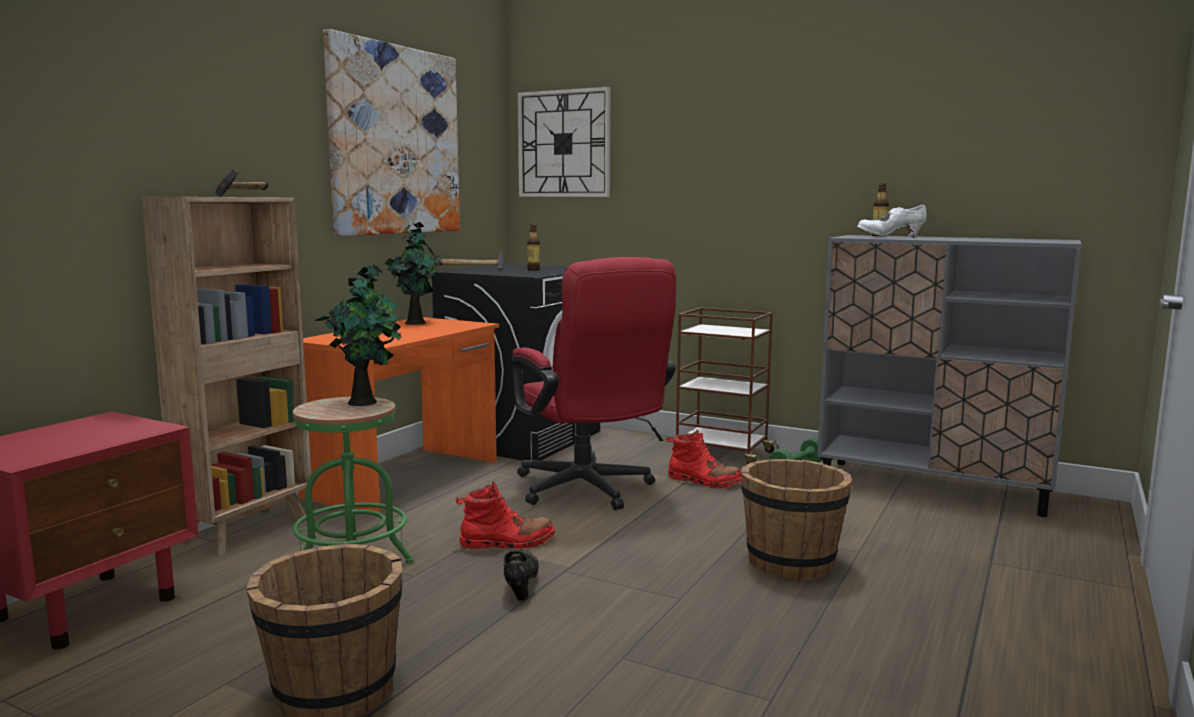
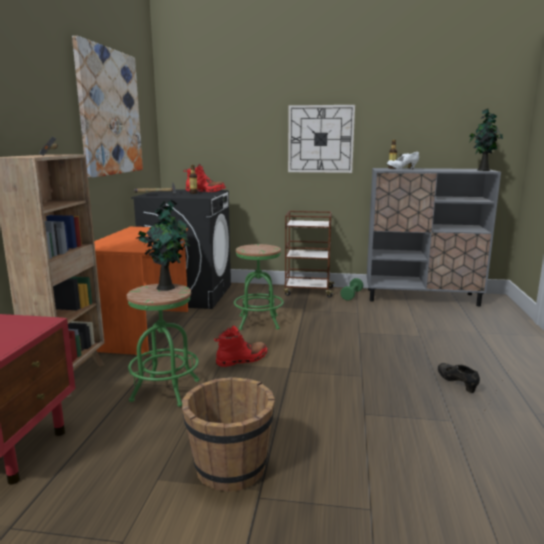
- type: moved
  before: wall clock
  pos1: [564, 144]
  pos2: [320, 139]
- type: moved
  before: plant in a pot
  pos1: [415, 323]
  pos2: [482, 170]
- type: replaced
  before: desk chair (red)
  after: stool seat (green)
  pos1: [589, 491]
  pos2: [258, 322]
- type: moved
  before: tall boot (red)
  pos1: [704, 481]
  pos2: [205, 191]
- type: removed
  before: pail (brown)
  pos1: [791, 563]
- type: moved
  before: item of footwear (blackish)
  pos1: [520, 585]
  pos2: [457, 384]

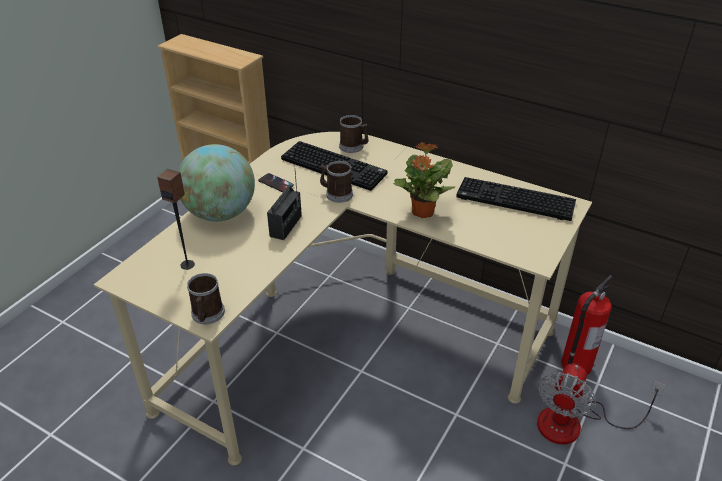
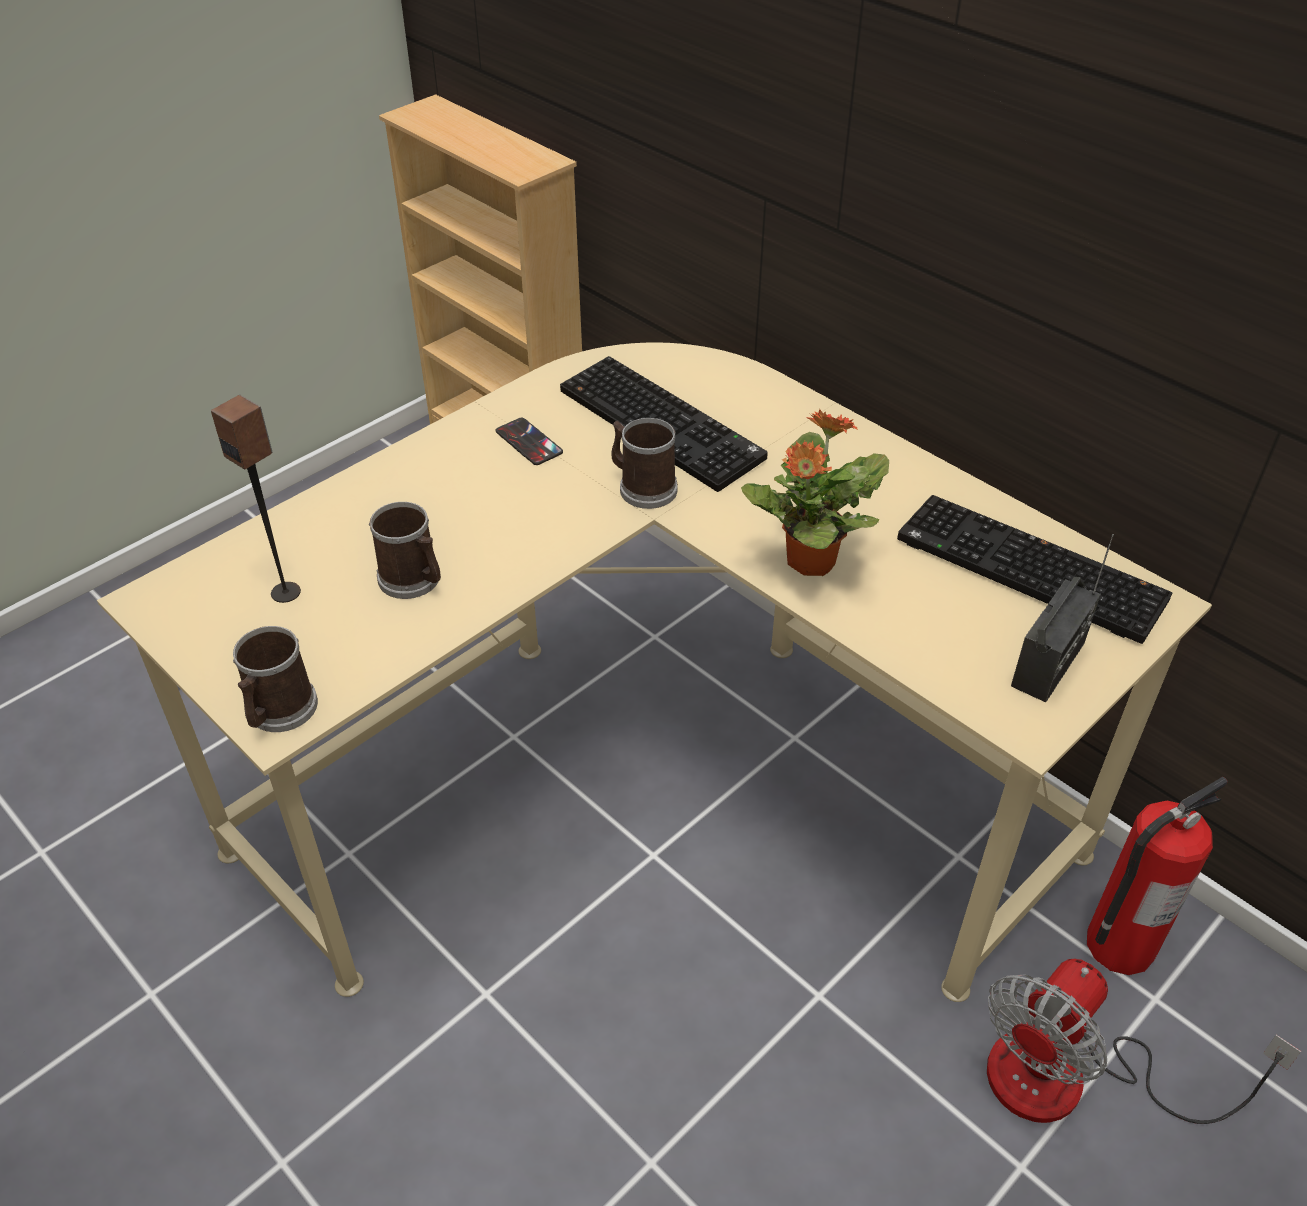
- type: moved
  before: coffee mug
  pos1: [354, 147]
  pos2: [414, 580]
- type: removed
  before: desk globe
  pos1: [220, 213]
- type: moved
  before: radio
  pos1: [286, 226]
  pos2: [1048, 665]

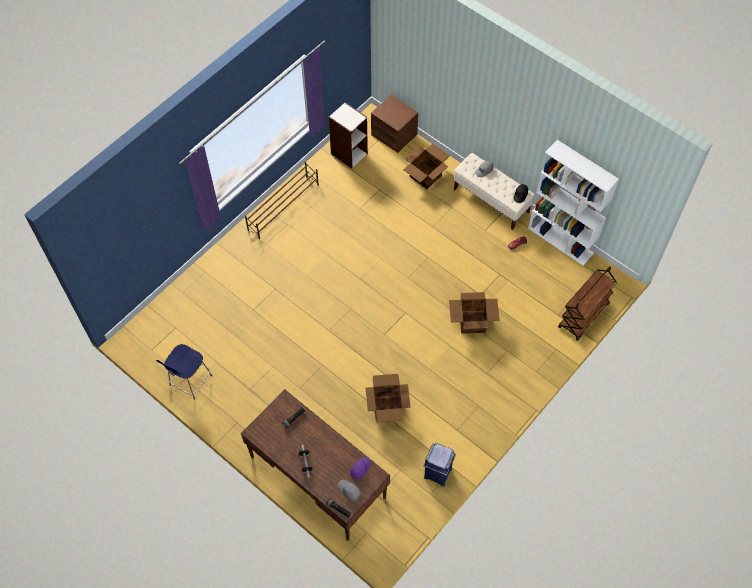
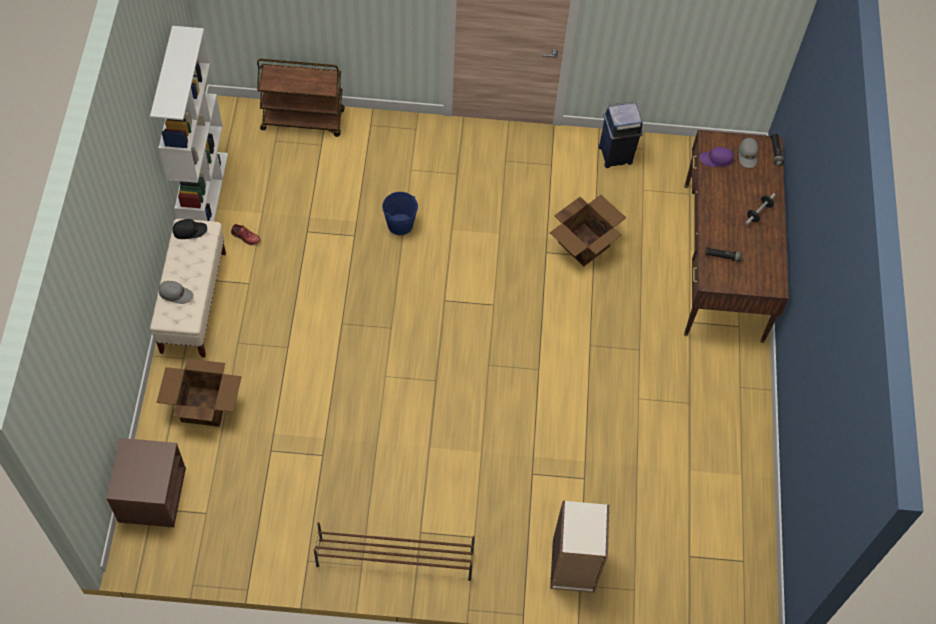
- type: moved
  before: bookshelf
  pos1: [348, 153]
  pos2: [573, 567]
- type: replaced
  before: carton
  after: pail (bluish)
  pos1: [472, 321]
  pos2: [400, 224]
- type: removed
  before: stool seat (bluish)
  pos1: [189, 381]

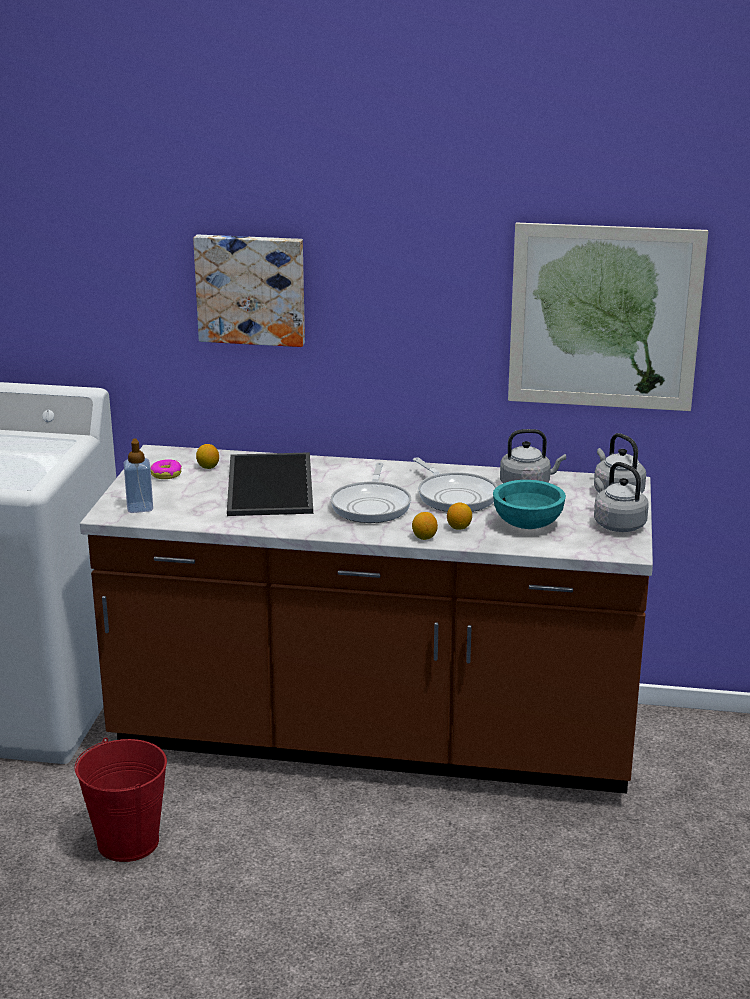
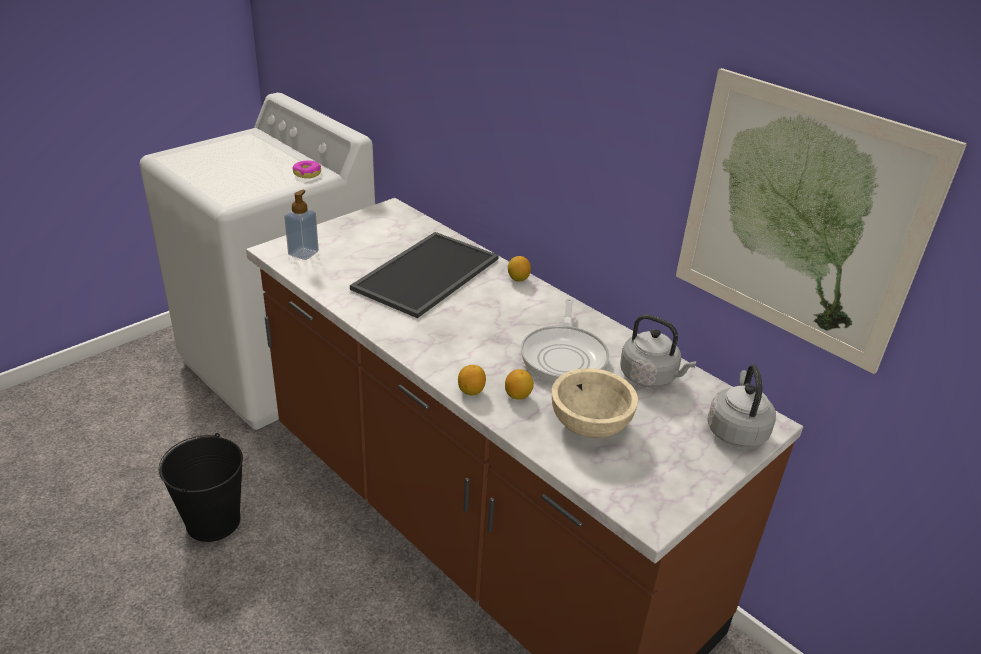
- type: removed
  before: wall picture
  pos1: [251, 289]
- type: moved
  before: lemon
  pos1: [208, 467]
  pos2: [518, 279]
- type: moved
  before: ring doughnut
  pos1: [166, 474]
  pos2: [307, 173]
- type: removed
  before: skillet
  pos1: [372, 505]
- type: removed
  before: water kettle (greyish)
  pos1: [617, 524]
- type: recoloured
  before: serving bowl (turquoise)
  after: serving bowl (sand-coloured)
  pos1: [527, 523]
  pos2: [590, 424]
- type: recoloured
  before: pail (red)
  after: pail (blackish)
  pos1: [128, 842]
  pos2: [214, 521]

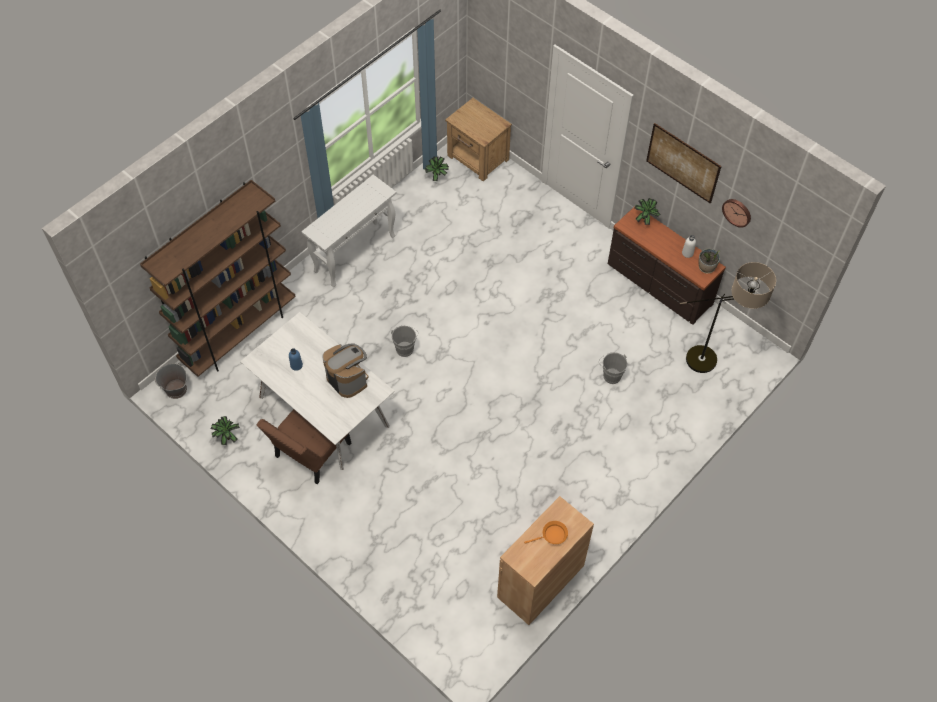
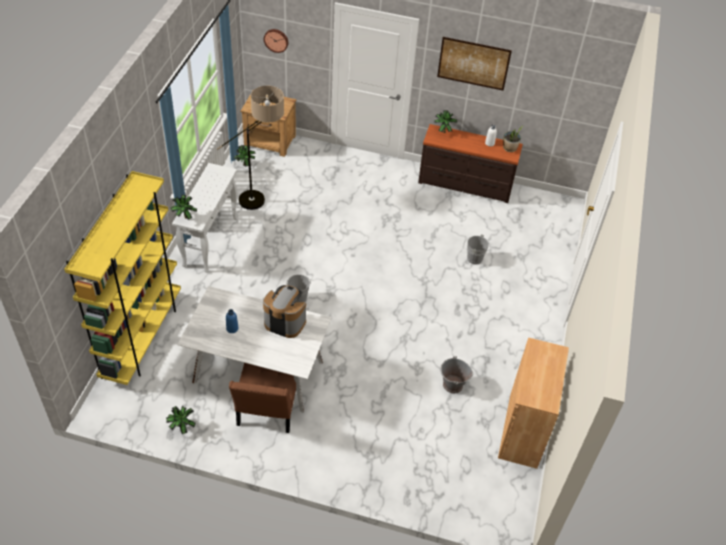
- type: recoloured
  before: bookshelf (brown)
  after: bookshelf (yellow-coloured)
  pos1: [239, 333]
  pos2: [142, 338]
- type: moved
  before: wall clock
  pos1: [737, 212]
  pos2: [276, 40]
- type: moved
  before: standard lamp
  pos1: [713, 364]
  pos2: [262, 200]
- type: moved
  before: pail (greyish)
  pos1: [176, 390]
  pos2: [452, 385]
- type: removed
  before: skillet (orange)
  pos1: [552, 535]
- type: added
  after: plant in a pot
  pos2: [183, 217]

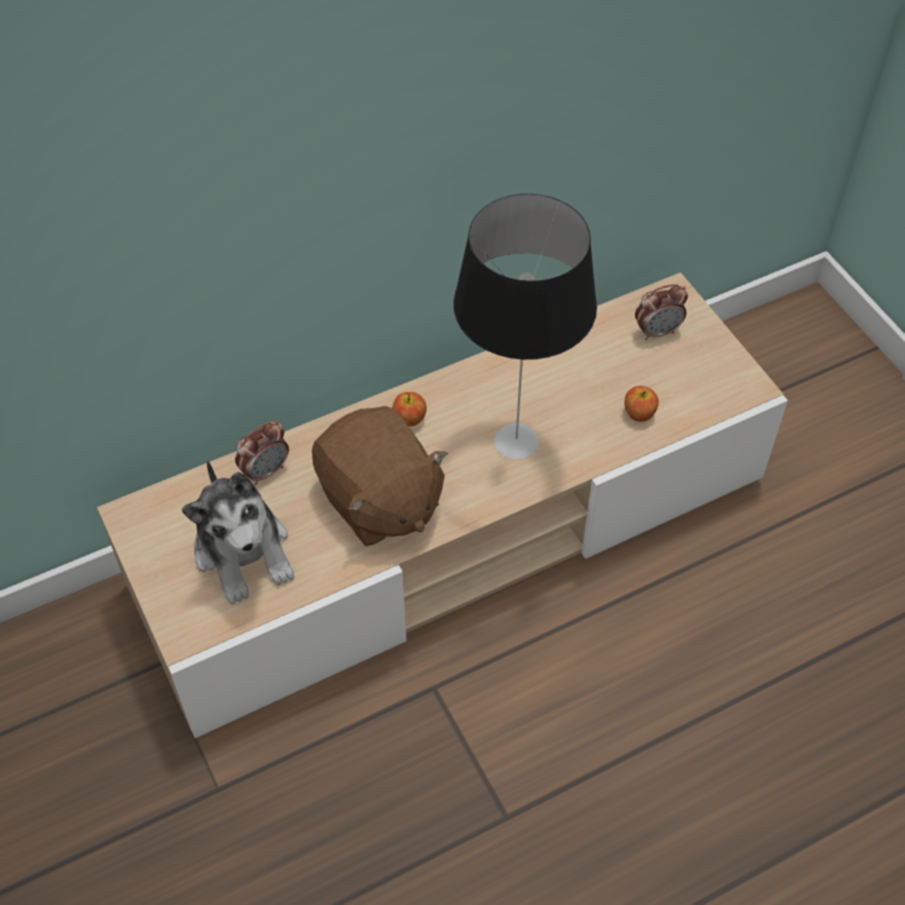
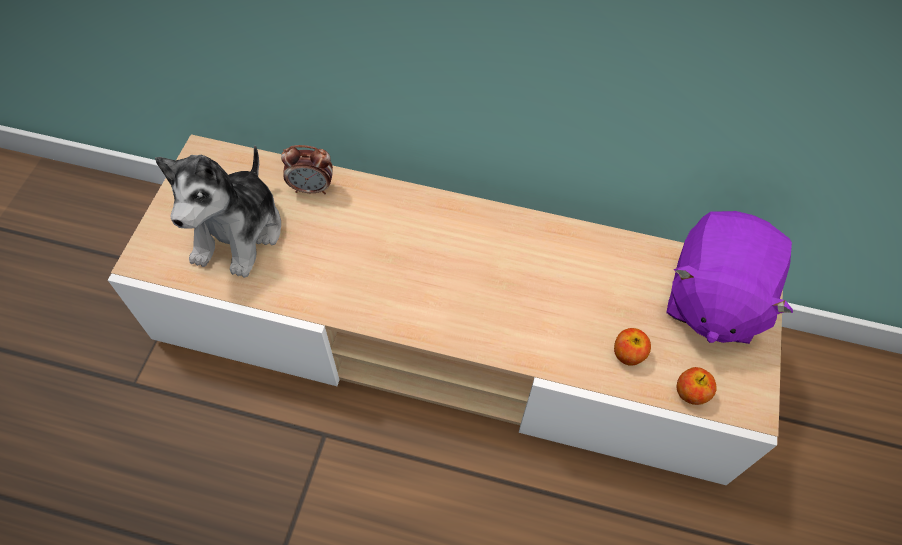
- type: removed
  before: table lamp
  pos1: [517, 442]
- type: replaced
  before: bedside clock
  after: soft toy (purplish)
  pos1: [657, 331]
  pos2: [712, 299]
- type: moved
  before: whole apple
  pos1: [409, 419]
  pos2: [691, 393]
- type: removed
  before: soft toy (brown)
  pos1: [379, 501]

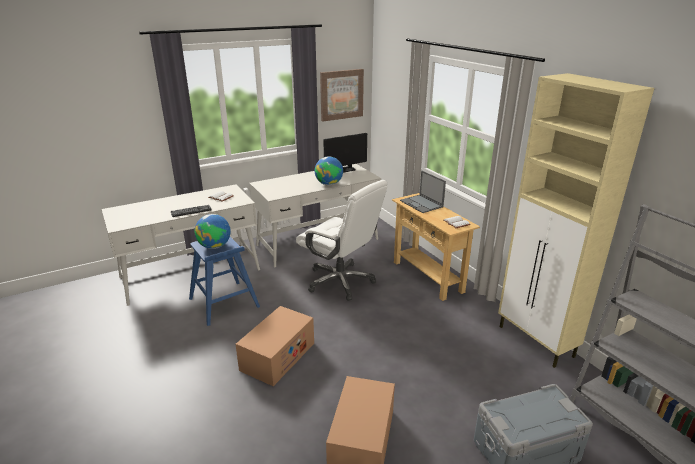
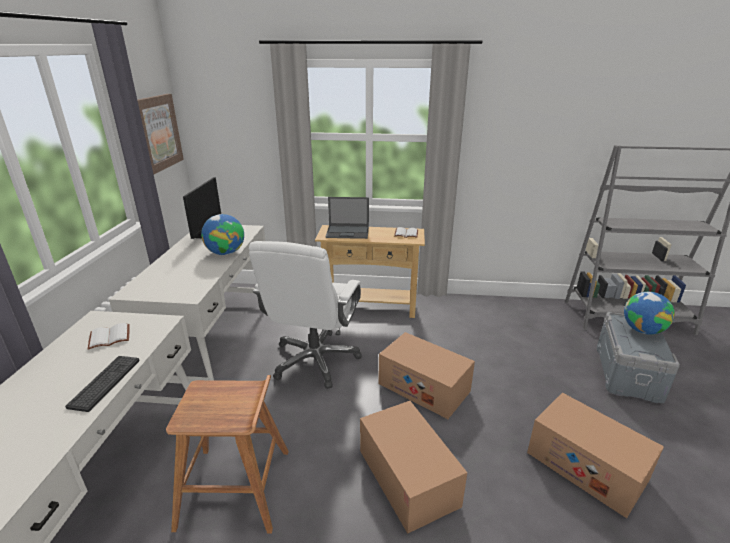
- type: removed
  before: storage cabinet (sand-coloured)
  pos1: [536, 342]
- type: turned
  before: desk chair (white-coloured)
  pos1: [341, 281]
  pos2: [315, 360]
  turn: 120
- type: moved
  before: desk globe
  pos1: [215, 246]
  pos2: [642, 330]
- type: recoloured
  before: stool seat (bluish)
  after: stool seat (brown)
  pos1: [224, 303]
  pos2: [236, 488]
- type: added
  after: carton
  pos2: [424, 387]

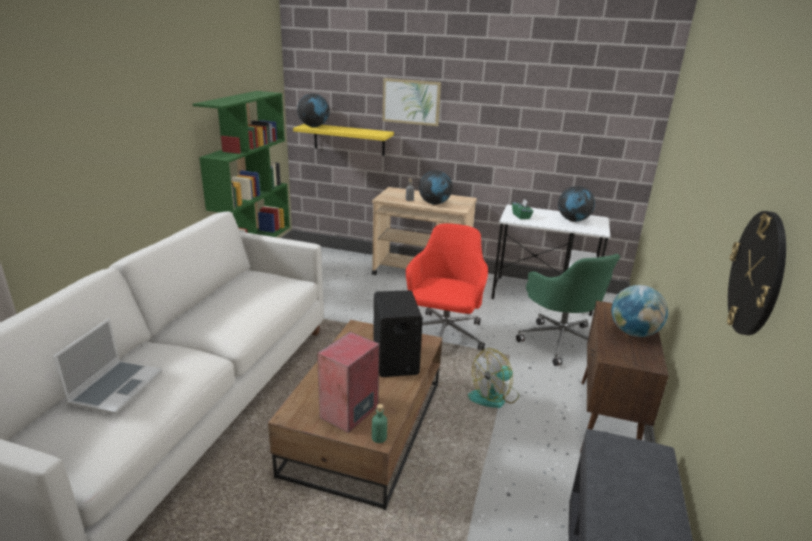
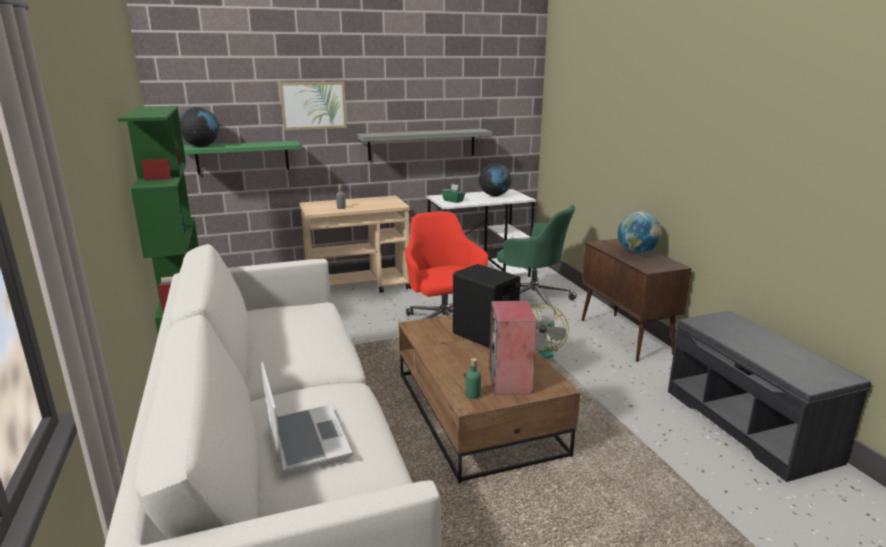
- type: recoloured
  before: bracket shelf (yellow-coloured)
  after: bracket shelf (green)
  pos1: [349, 139]
  pos2: [242, 157]
- type: removed
  before: desk globe
  pos1: [434, 203]
- type: removed
  before: wall clock
  pos1: [757, 273]
- type: moved
  before: bottle (green)
  pos1: [379, 437]
  pos2: [472, 395]
- type: added
  after: bracket shelf (greyish)
  pos2: [422, 144]

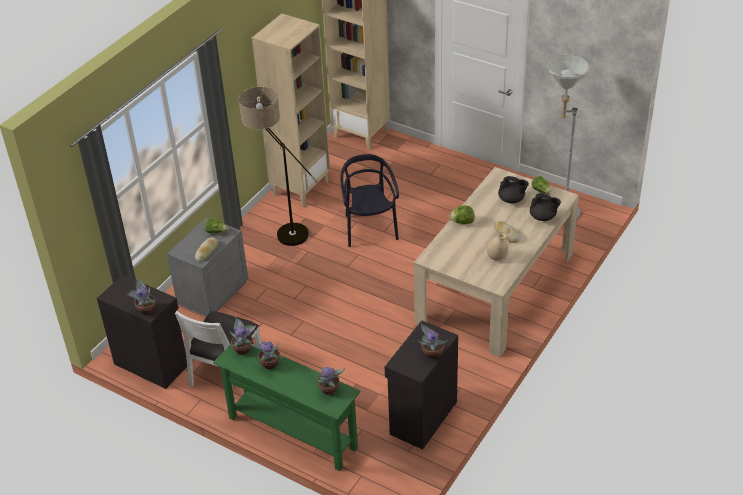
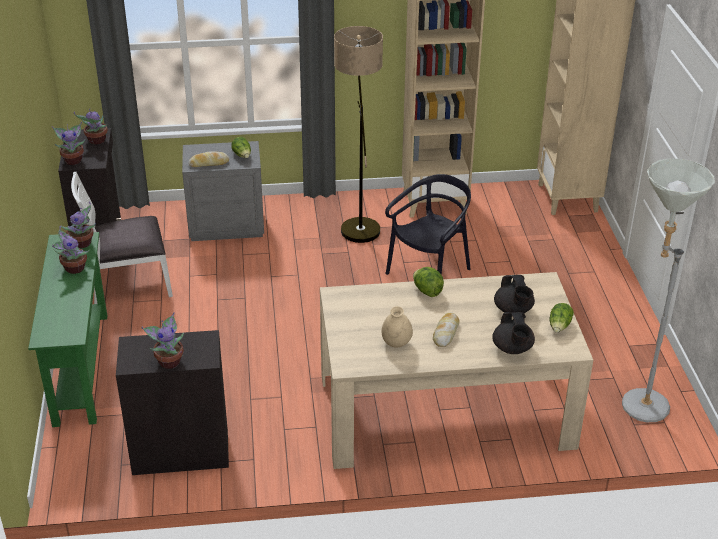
- type: moved
  before: plant in a pot
  pos1: [329, 390]
  pos2: [96, 141]

